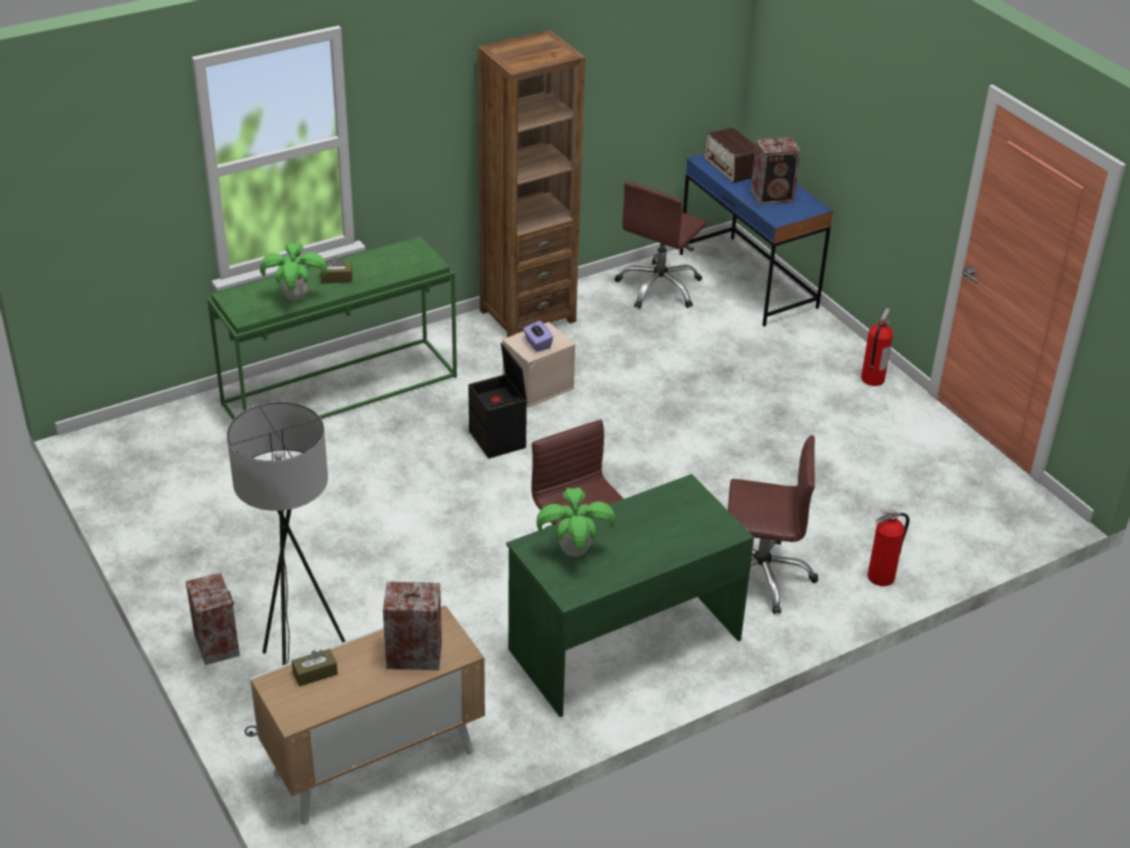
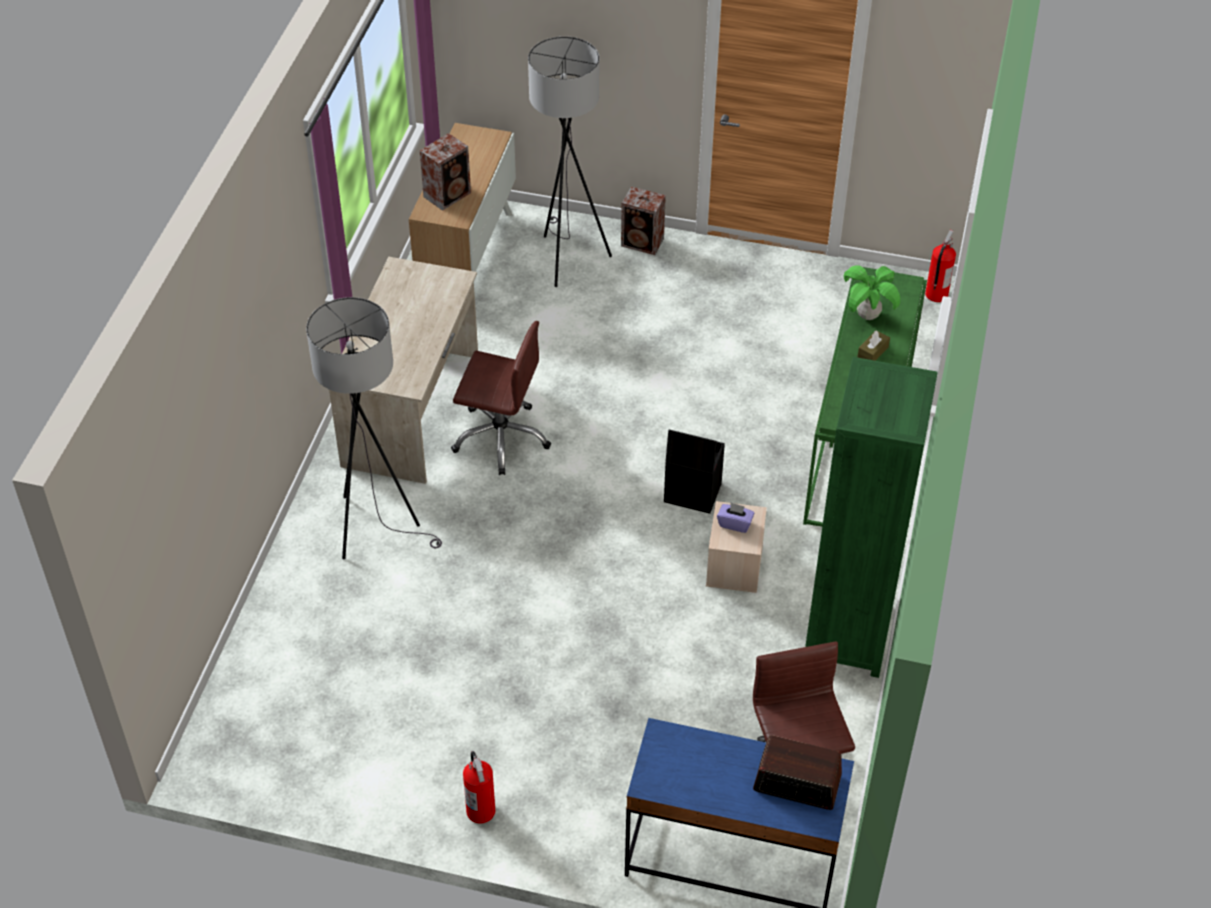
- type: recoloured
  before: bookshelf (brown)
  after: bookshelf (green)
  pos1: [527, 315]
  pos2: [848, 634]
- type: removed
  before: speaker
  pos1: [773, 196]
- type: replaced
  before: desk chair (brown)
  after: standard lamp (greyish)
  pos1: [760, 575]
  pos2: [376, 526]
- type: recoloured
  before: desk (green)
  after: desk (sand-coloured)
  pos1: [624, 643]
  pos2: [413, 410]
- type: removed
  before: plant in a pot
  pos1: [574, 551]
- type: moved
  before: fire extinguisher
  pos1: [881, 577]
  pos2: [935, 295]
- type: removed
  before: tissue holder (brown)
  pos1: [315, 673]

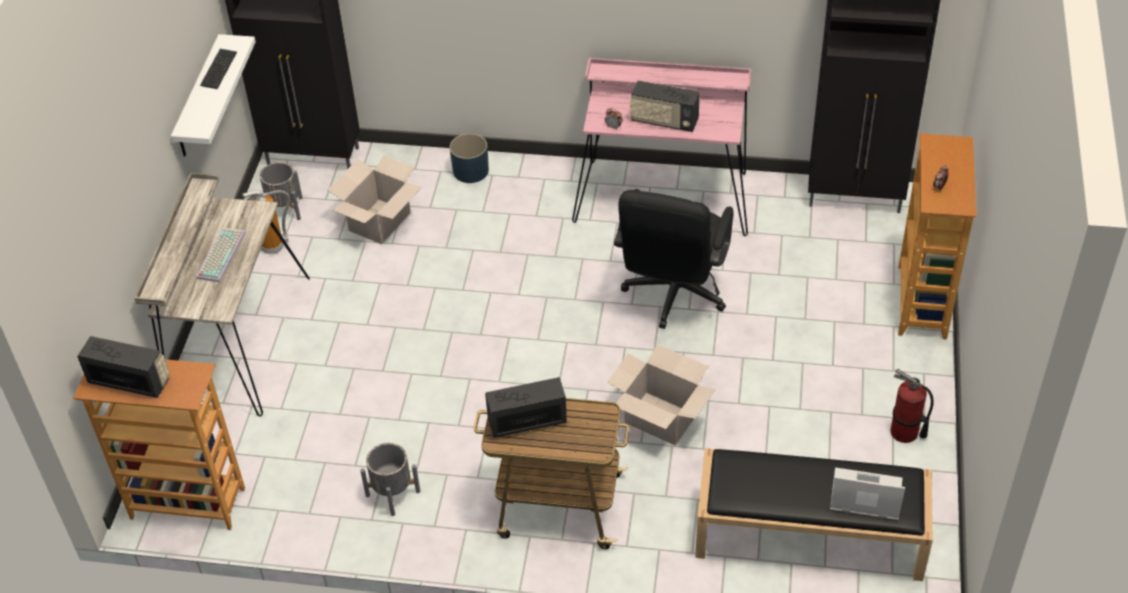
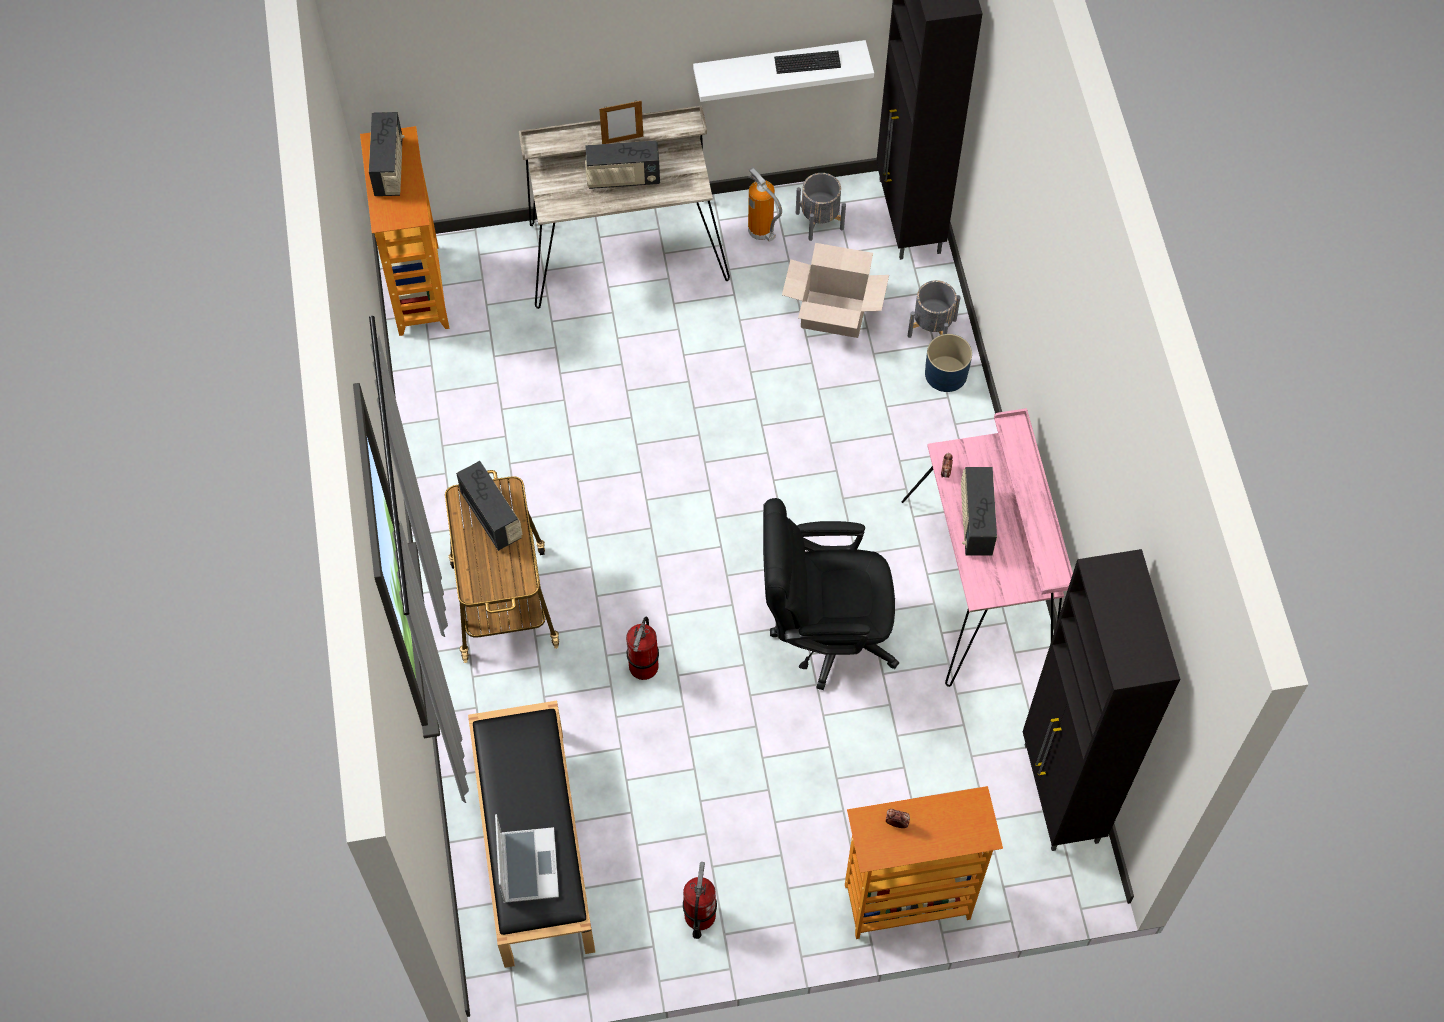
- type: replaced
  before: PC keyboard
  after: radio
  pos1: [220, 254]
  pos2: [623, 178]
- type: replaced
  before: carton
  after: fire extinguisher
  pos1: [661, 418]
  pos2: [644, 666]
- type: moved
  before: planter (greyish)
  pos1: [393, 493]
  pos2: [931, 328]
- type: added
  after: picture frame
  pos2: [622, 140]

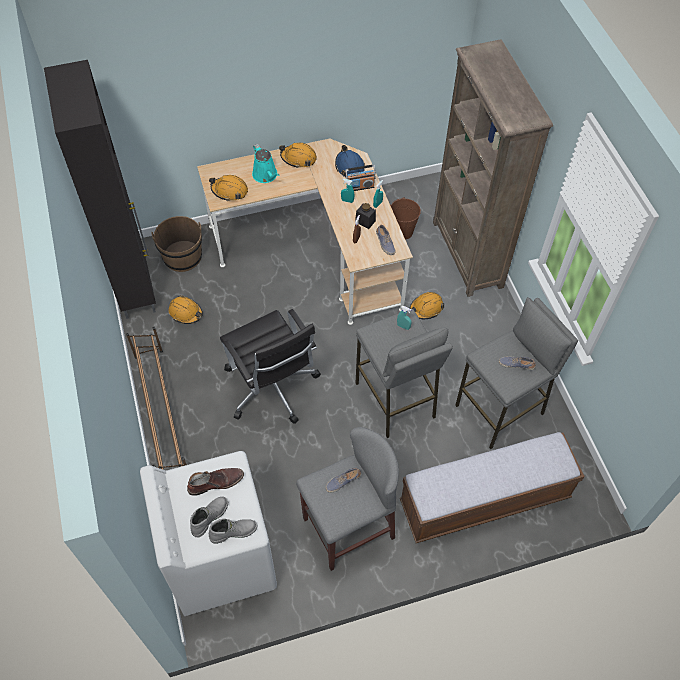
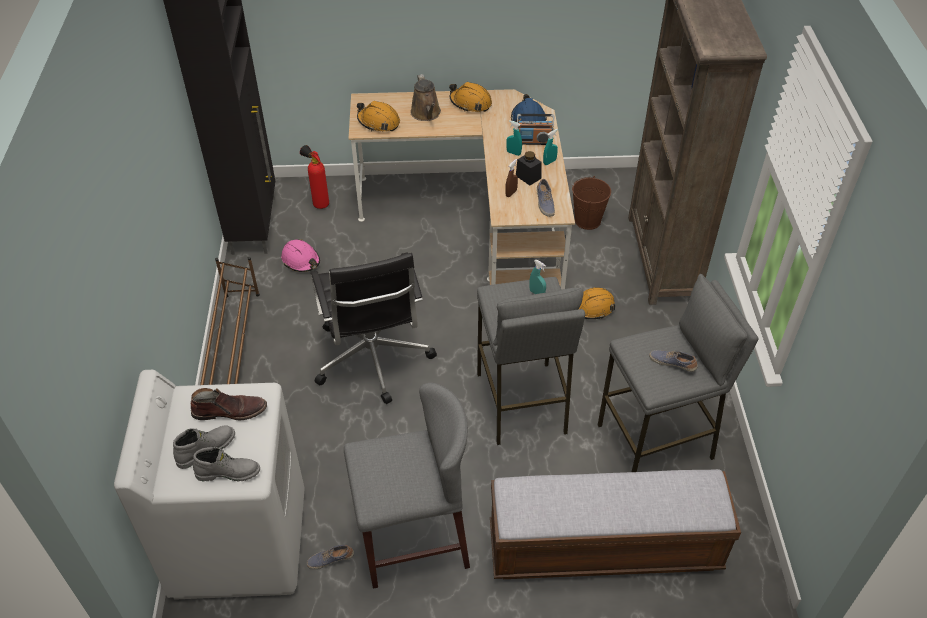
- type: recoloured
  before: watering can (turquoise)
  after: watering can (brown)
  pos1: [266, 175]
  pos2: [426, 114]
- type: replaced
  before: pail (brown)
  after: fire extinguisher
  pos1: [182, 256]
  pos2: [319, 203]
- type: recoloured
  before: safety helmet (orange)
  after: safety helmet (pink)
  pos1: [186, 313]
  pos2: [301, 260]
- type: moved
  before: item of footwear
  pos1: [342, 481]
  pos2: [330, 559]

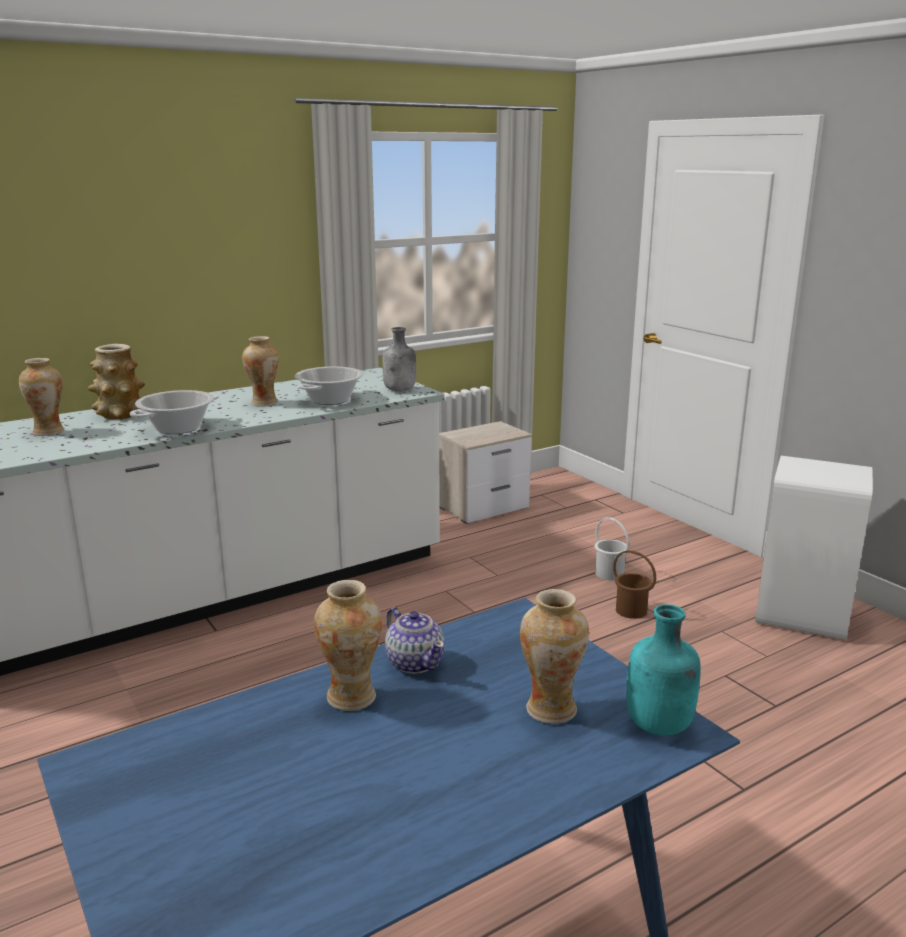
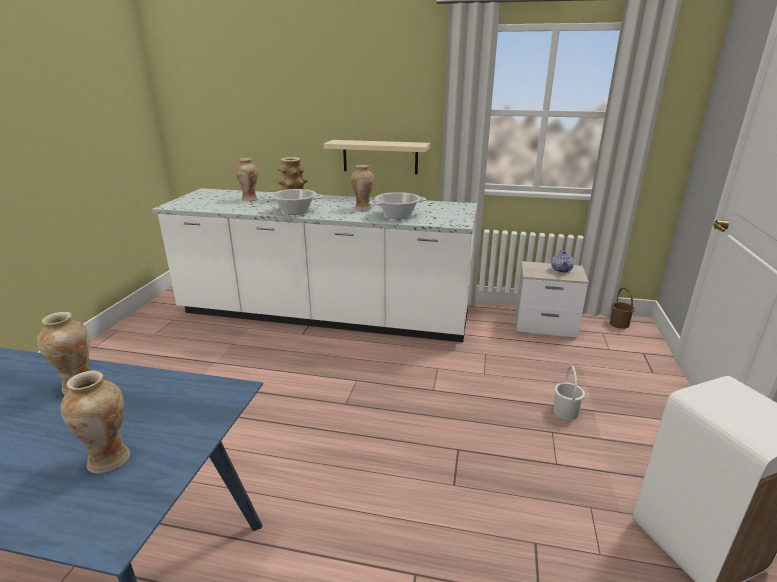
- type: removed
  before: bottle (greyish)
  pos1: [400, 390]
- type: moved
  before: pail (brown)
  pos1: [631, 610]
  pos2: [619, 324]
- type: removed
  before: bottle (turquoise)
  pos1: [659, 726]
- type: moved
  before: pot for tea
  pos1: [415, 662]
  pos2: [561, 270]
- type: added
  after: bracket shelf (sand-coloured)
  pos2: [380, 157]

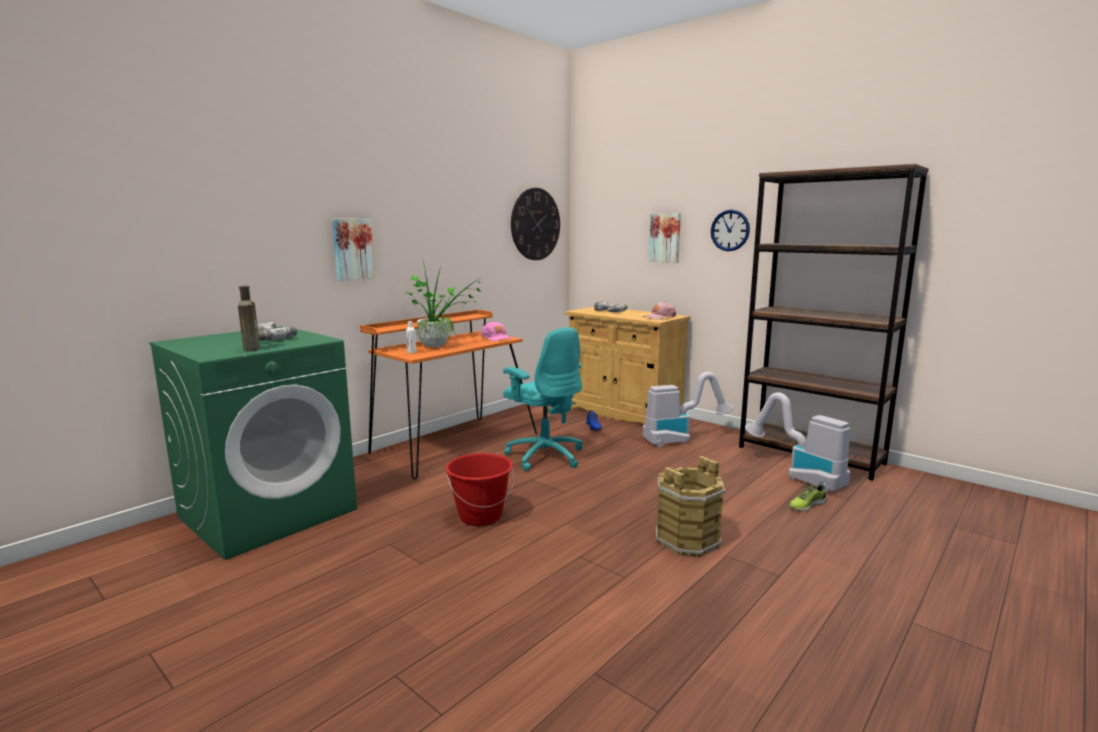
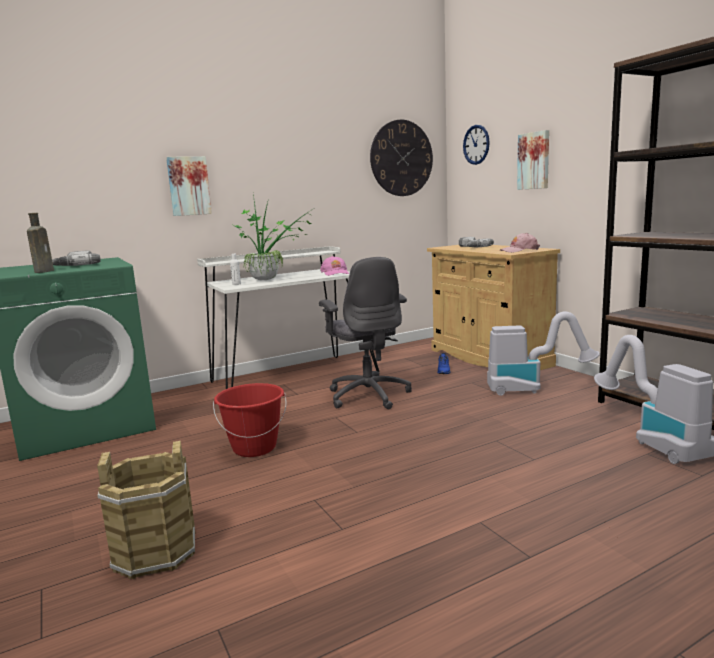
- type: moved
  before: wall clock
  pos1: [730, 230]
  pos2: [476, 144]
- type: recoloured
  before: desk (orange)
  after: desk (white-coloured)
  pos1: [452, 443]
  pos2: [291, 378]
- type: recoloured
  before: desk chair (turquoise)
  after: desk chair (greyish)
  pos1: [545, 456]
  pos2: [368, 395]
- type: moved
  before: pail (brown)
  pos1: [687, 540]
  pos2: [155, 551]
- type: removed
  before: item of footwear
  pos1: [806, 505]

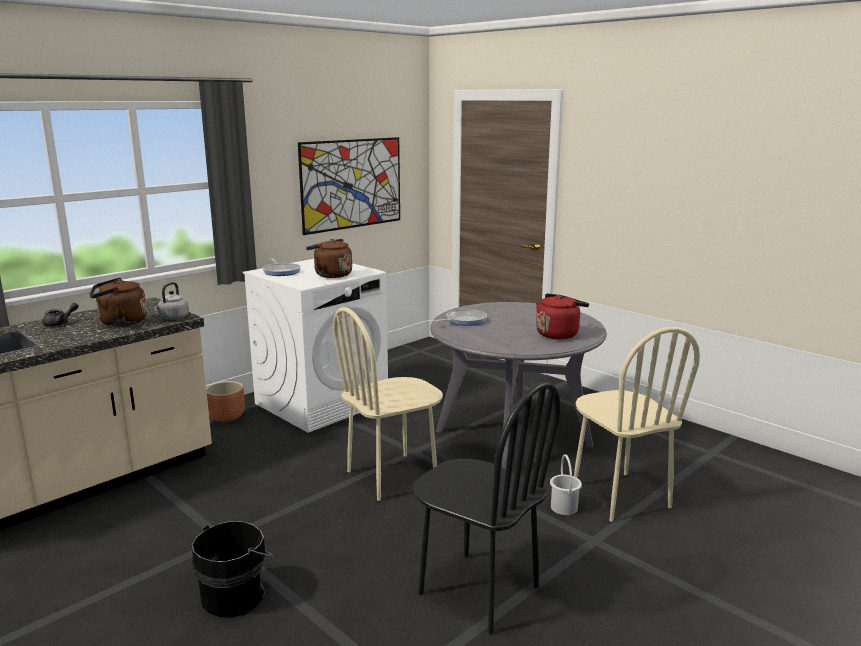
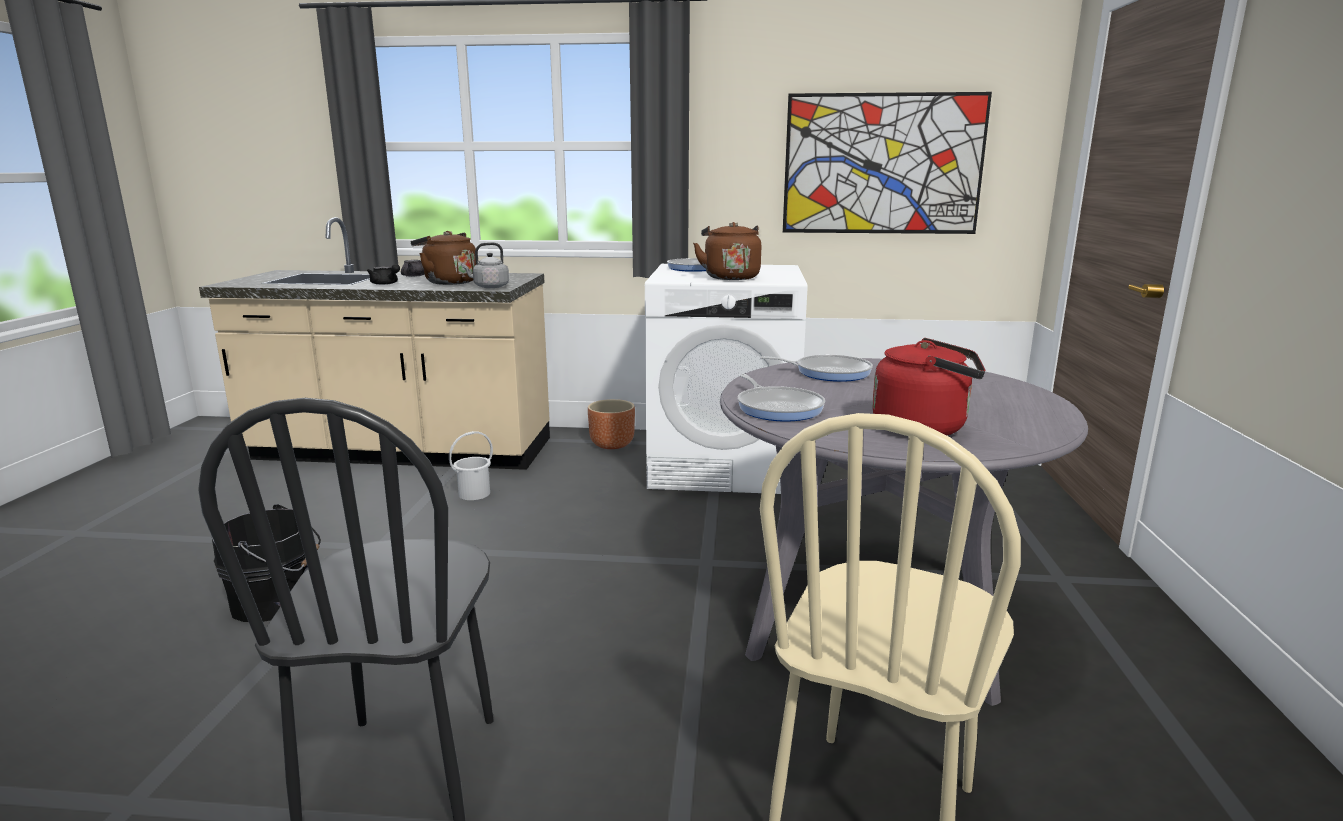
- type: removed
  before: chair (sand-coloured)
  pos1: [392, 476]
- type: moved
  before: pail (white-coloured)
  pos1: [563, 508]
  pos2: [474, 494]
- type: added
  after: pot for tea (blackish)
  pos2: [386, 284]
- type: added
  after: skillet
  pos2: [778, 408]

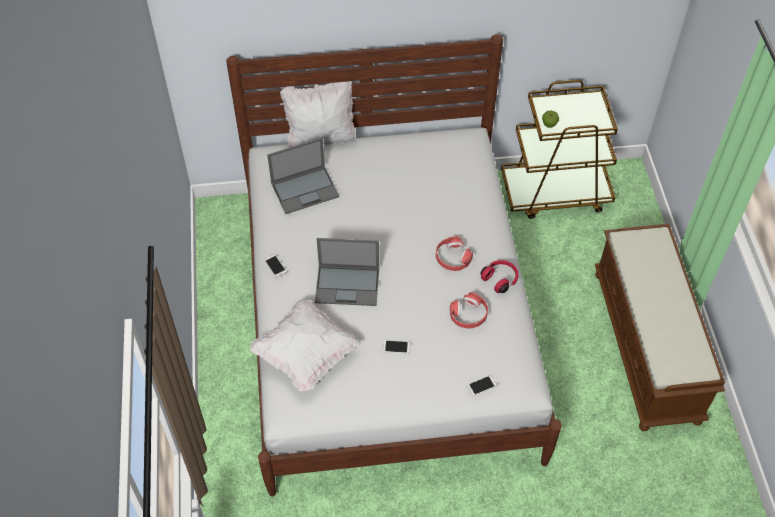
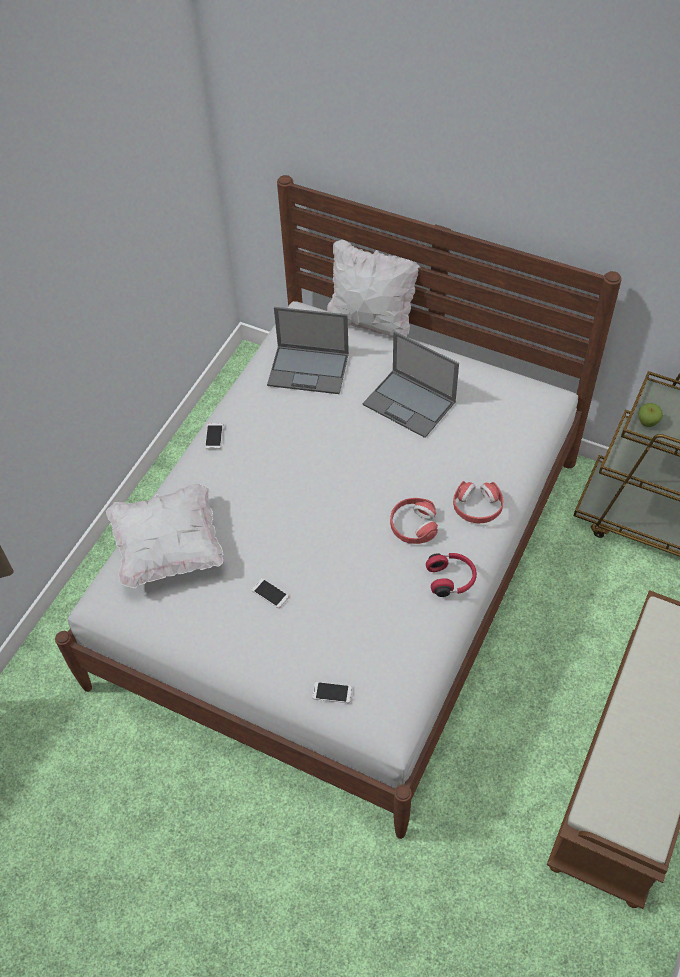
- type: moved
  before: laptop
  pos1: [348, 285]
  pos2: [410, 403]
- type: moved
  before: headphones (red)
  pos1: [468, 315]
  pos2: [477, 507]

